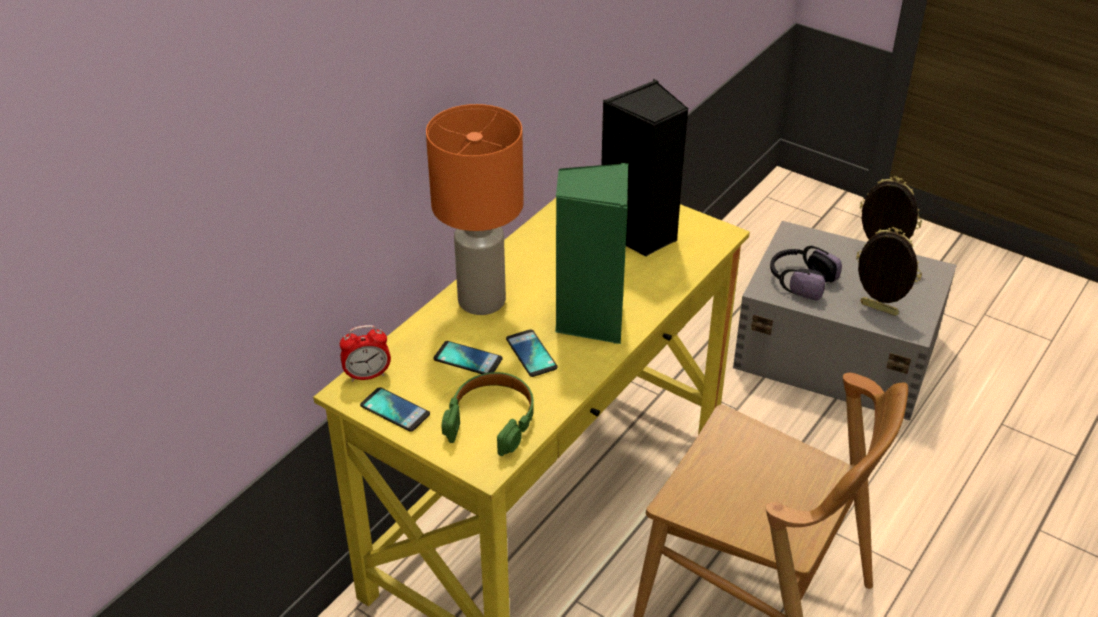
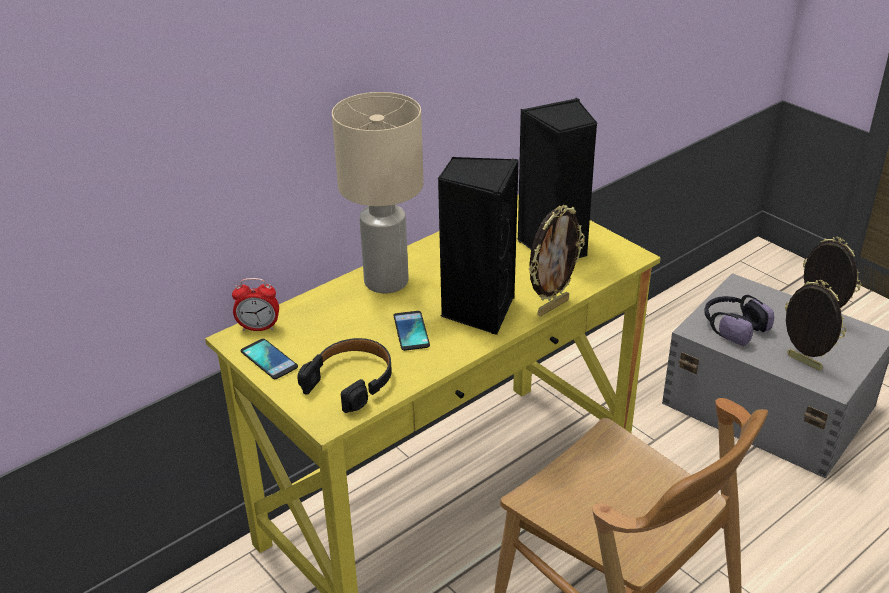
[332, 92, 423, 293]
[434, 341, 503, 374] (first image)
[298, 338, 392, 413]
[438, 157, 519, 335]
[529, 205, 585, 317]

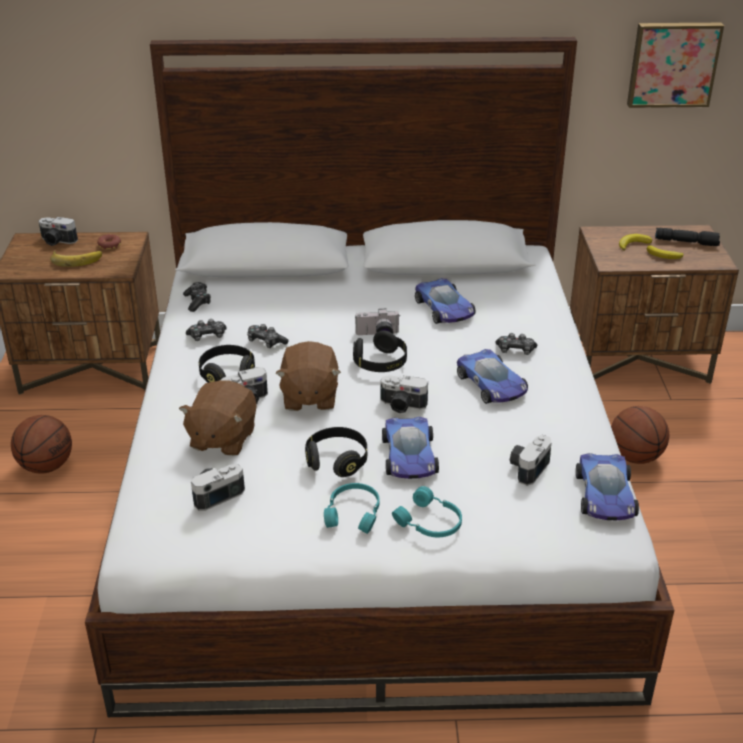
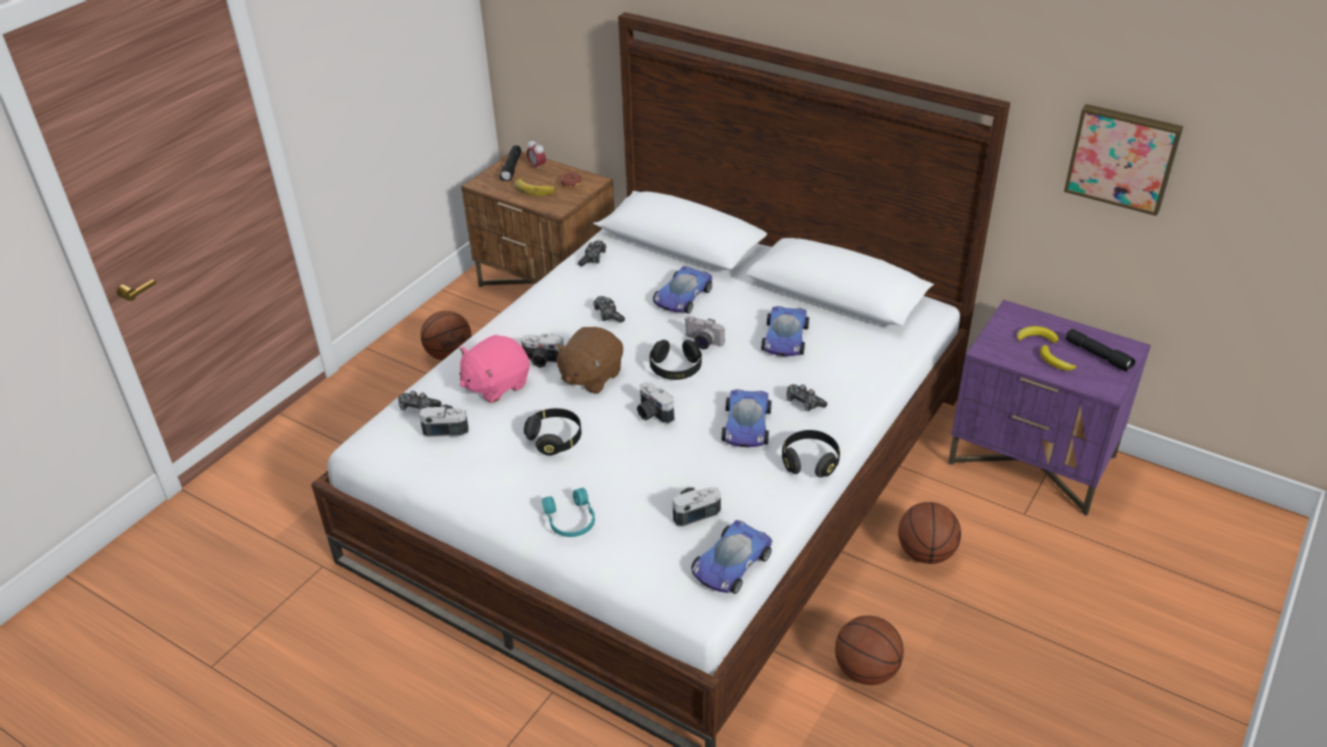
[527, 139, 546, 171]
[459, 335, 530, 403]
[398, 391, 442, 411]
[782, 430, 840, 478]
[324, 483, 380, 534] (first image)
[653, 266, 712, 314]
[948, 300, 1151, 516]
[500, 146, 521, 181]
[835, 615, 904, 685]

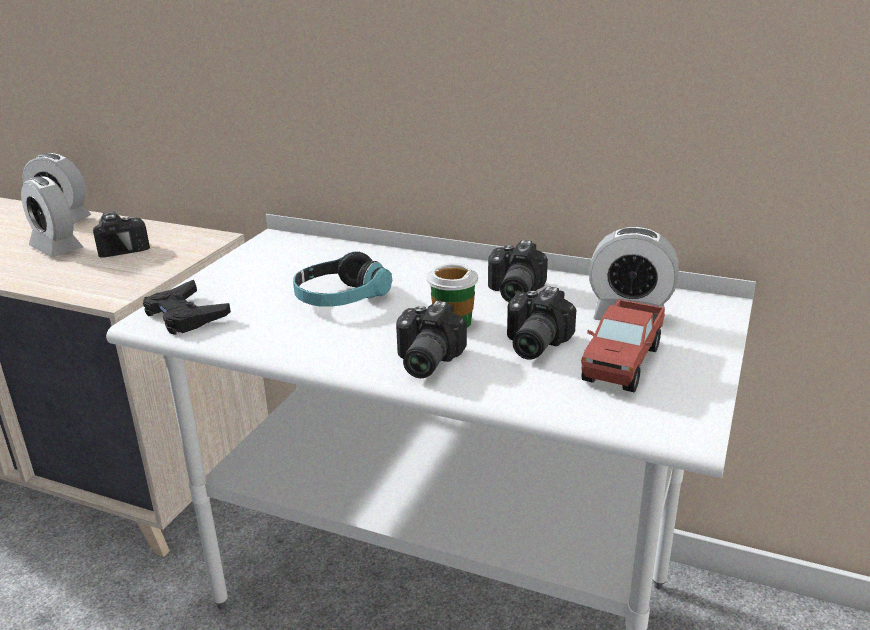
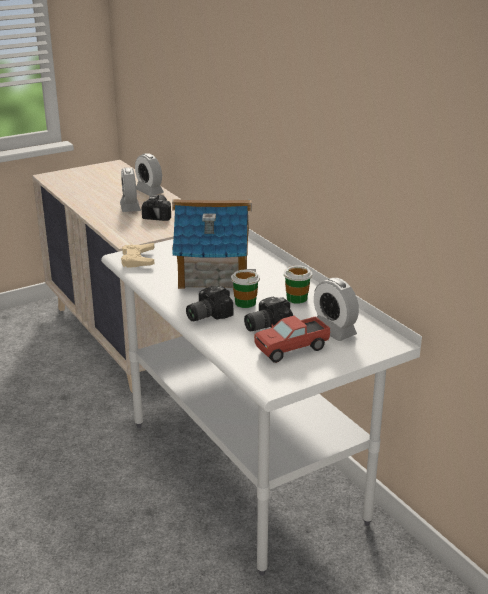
[121, 243, 155, 268]
[172, 199, 256, 289]
[284, 265, 312, 304]

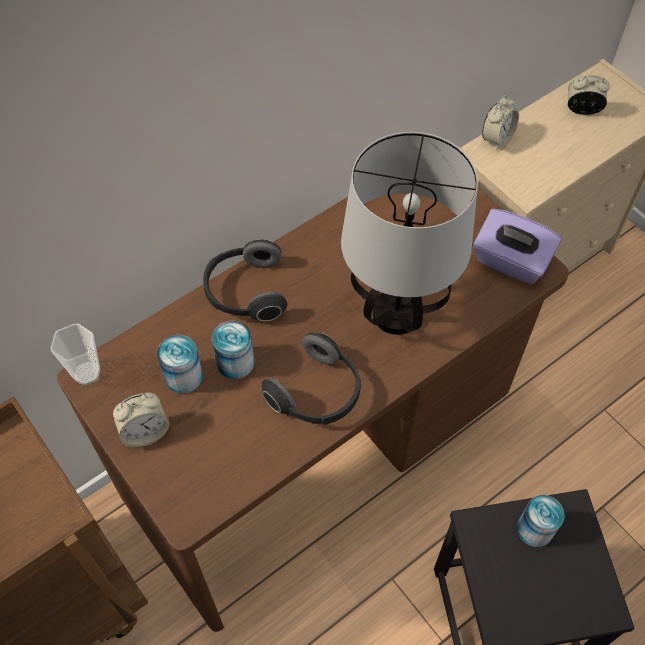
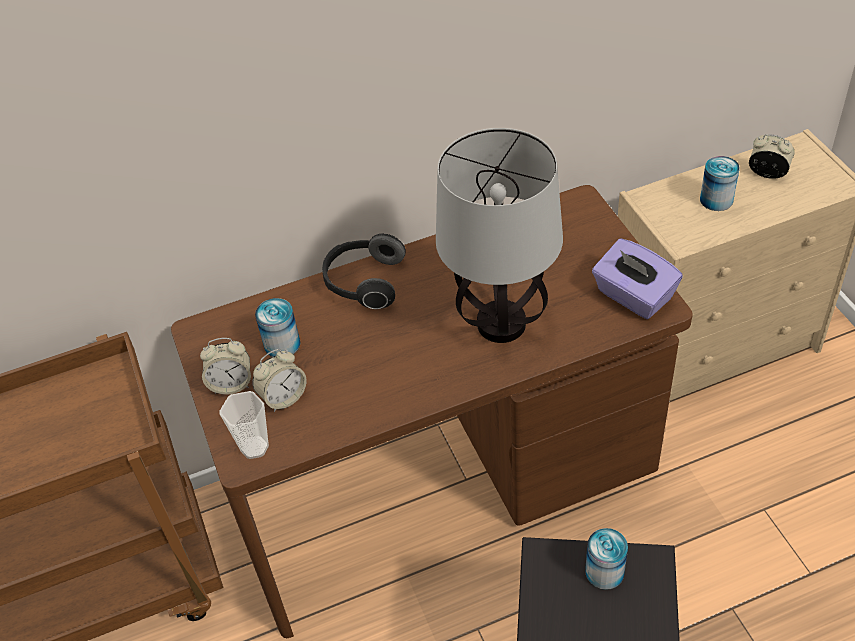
[219, 391, 269, 459]
[700, 156, 740, 211]
[262, 333, 361, 425] (first image)
[252, 349, 306, 412]

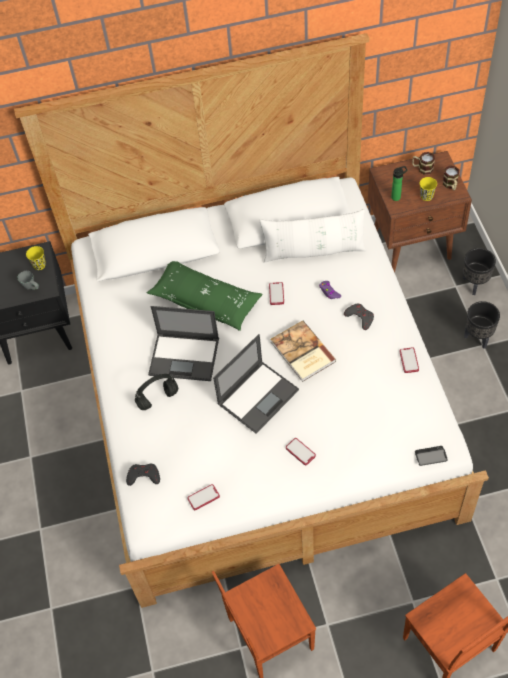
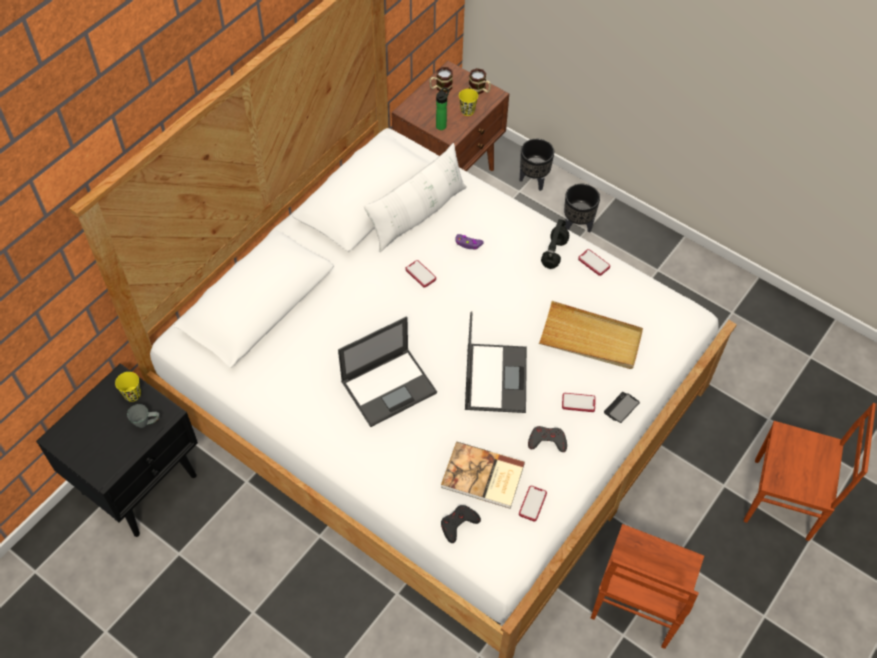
[541, 219, 569, 269]
[147, 261, 263, 331] (first image)
[441, 441, 525, 509]
[528, 426, 567, 452]
[604, 392, 640, 423]
[539, 301, 643, 369]

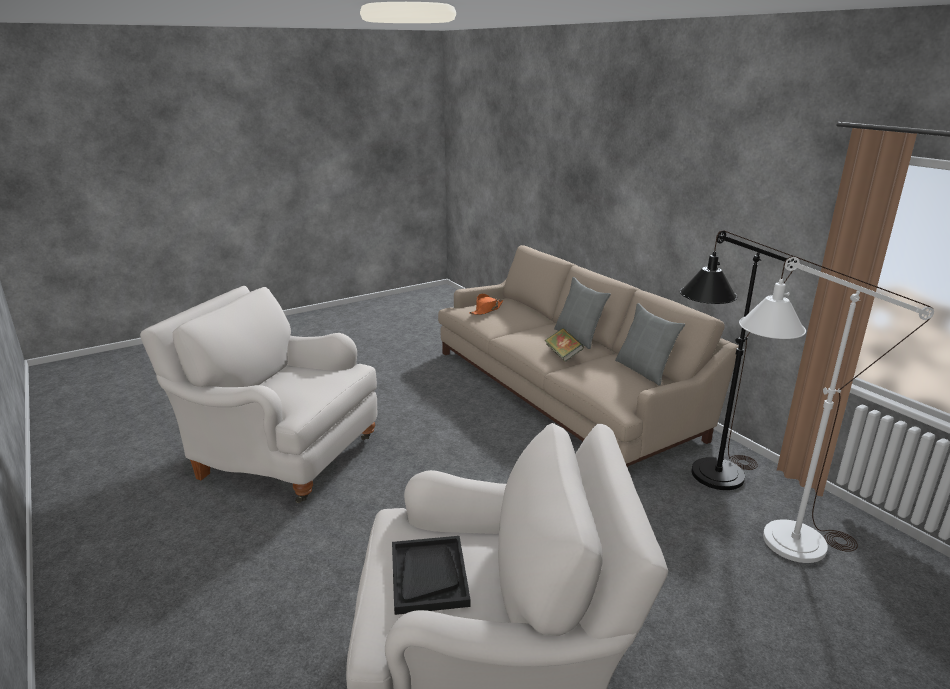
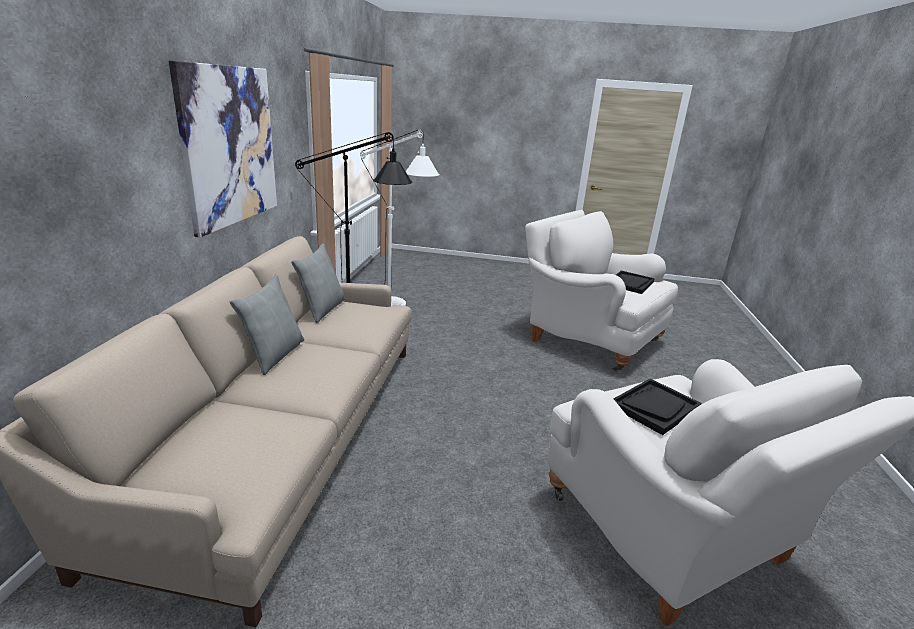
[469, 294, 504, 315] (first image)
[545, 328, 584, 362] (first image)
[169, 60, 277, 237]
[614, 379, 702, 435]

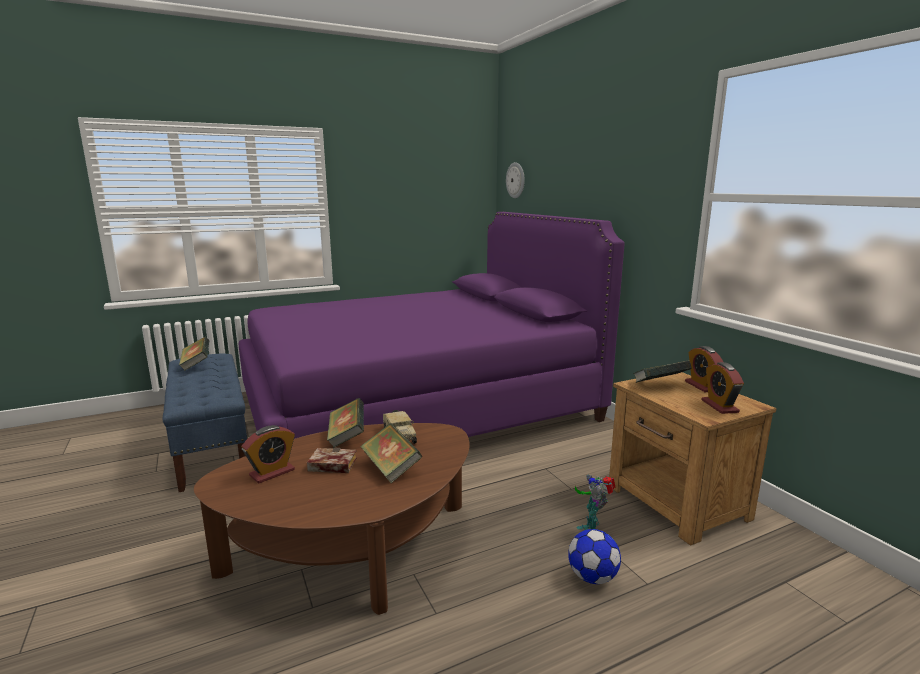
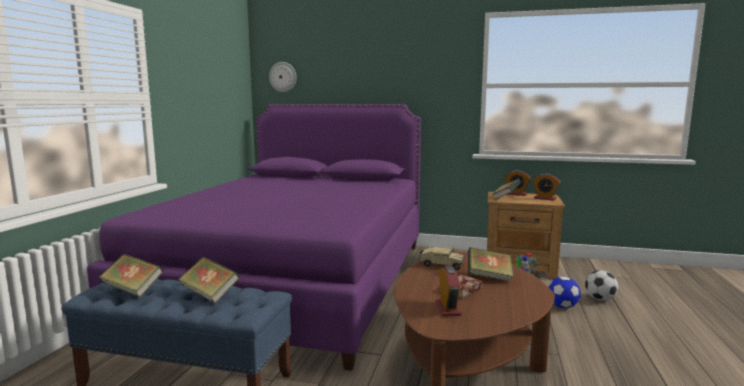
[178, 257, 240, 304]
[585, 270, 618, 301]

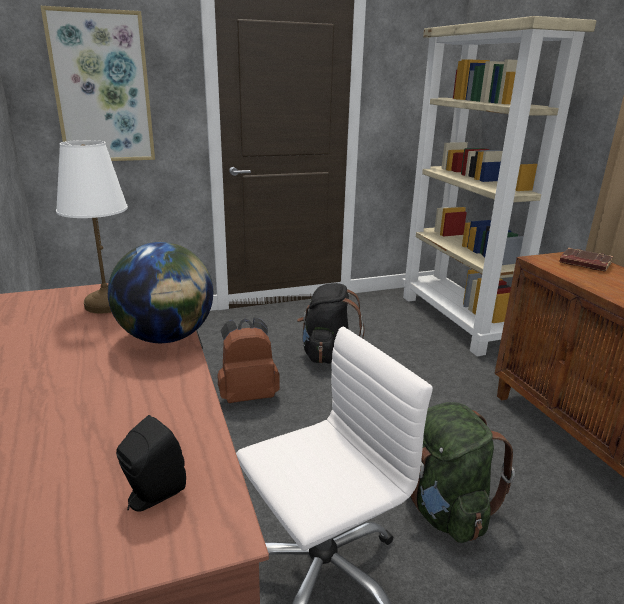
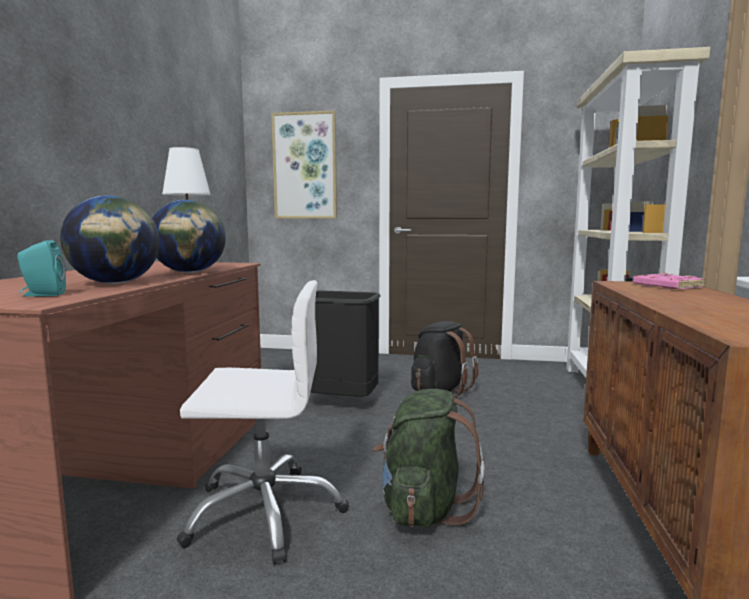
[17, 240, 66, 297]
[311, 291, 381, 397]
[633, 273, 706, 289]
[60, 195, 160, 284]

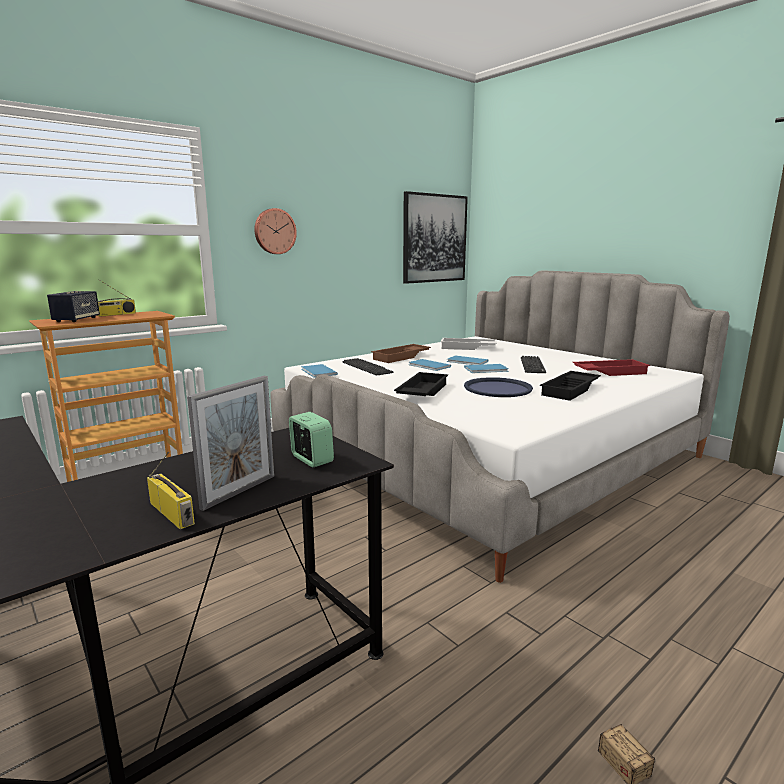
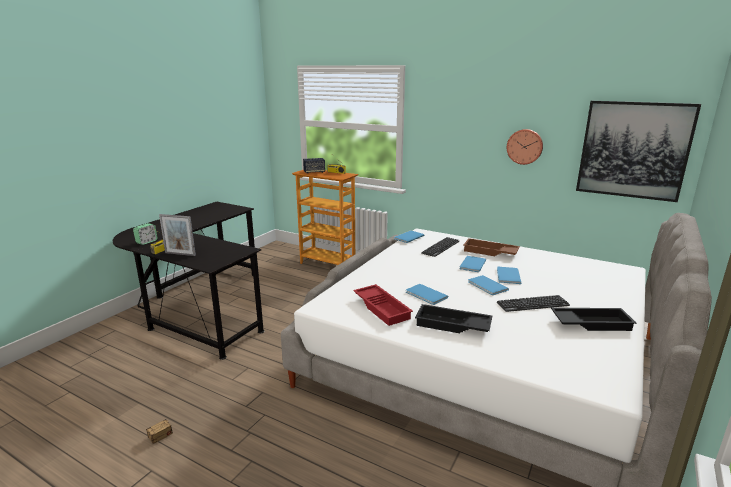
[507, 129, 543, 165]
[133, 223, 158, 245]
[551, 308, 636, 331]
[441, 338, 497, 350] (first image)
[406, 284, 448, 305]
[353, 284, 413, 326]

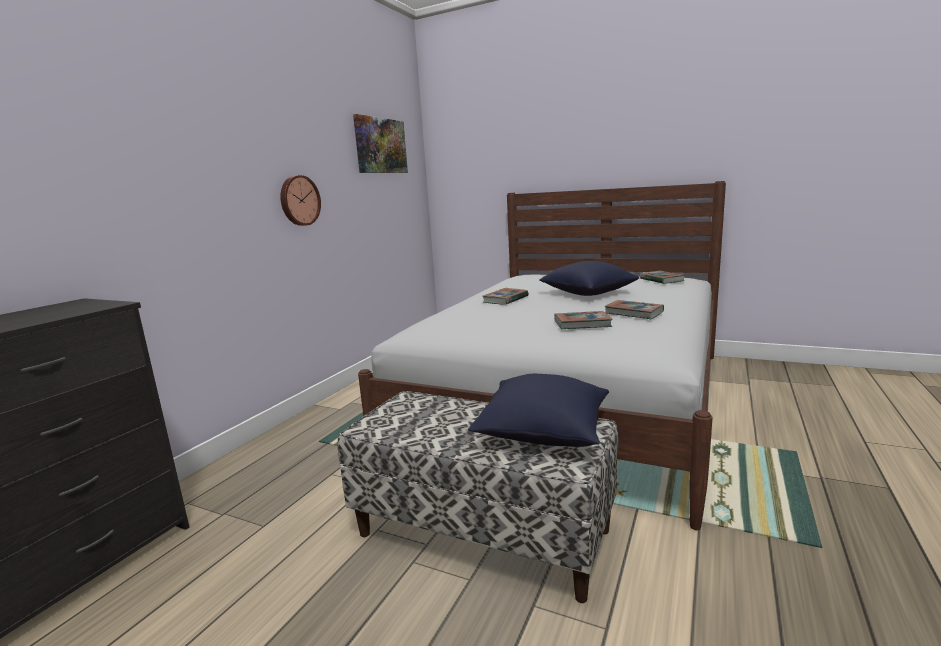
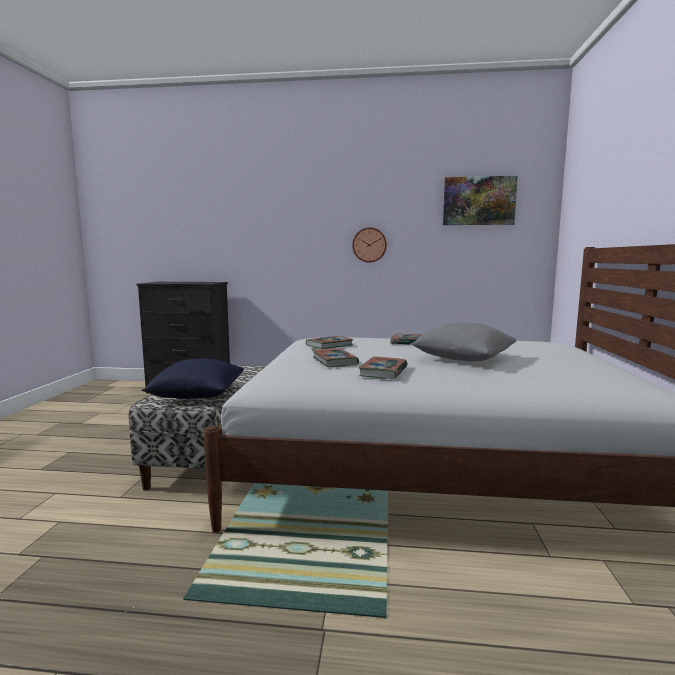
[411, 322, 516, 361]
[306, 336, 353, 349]

